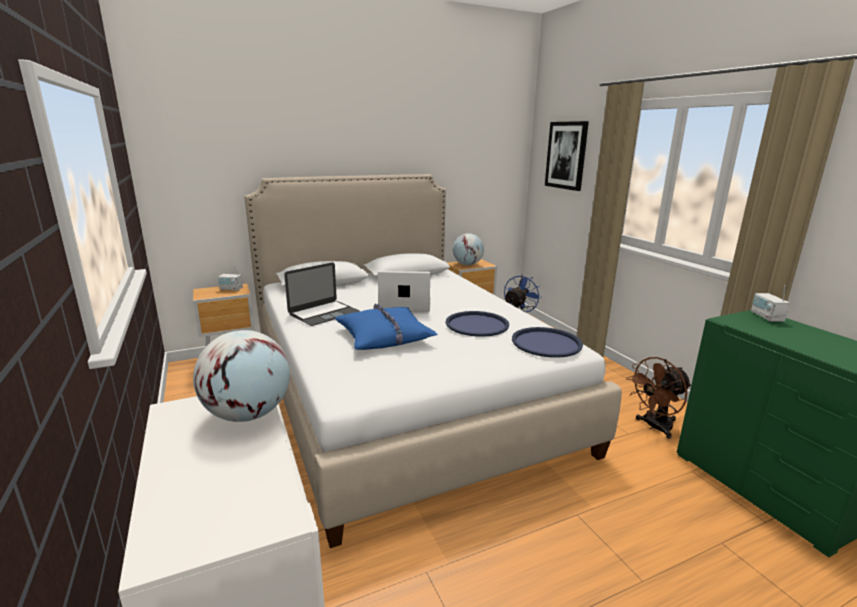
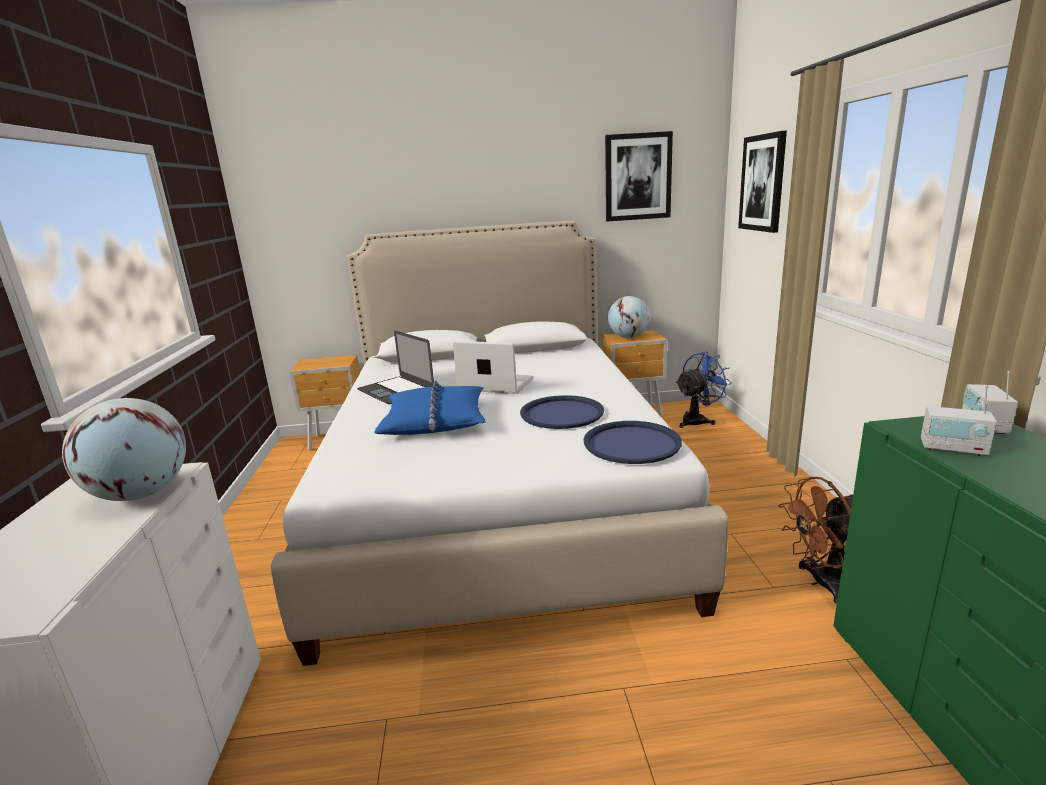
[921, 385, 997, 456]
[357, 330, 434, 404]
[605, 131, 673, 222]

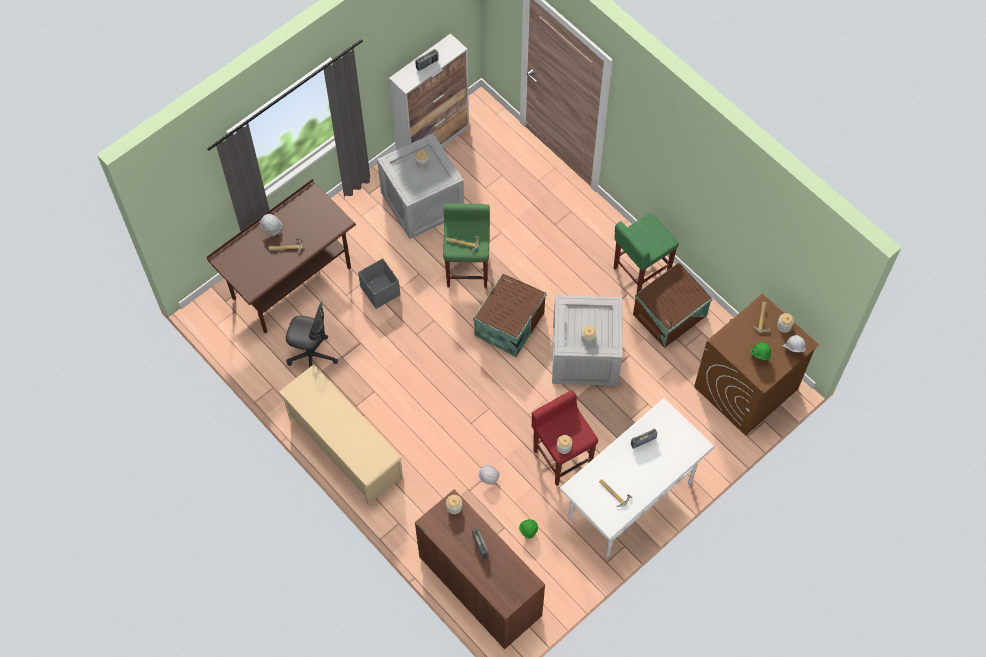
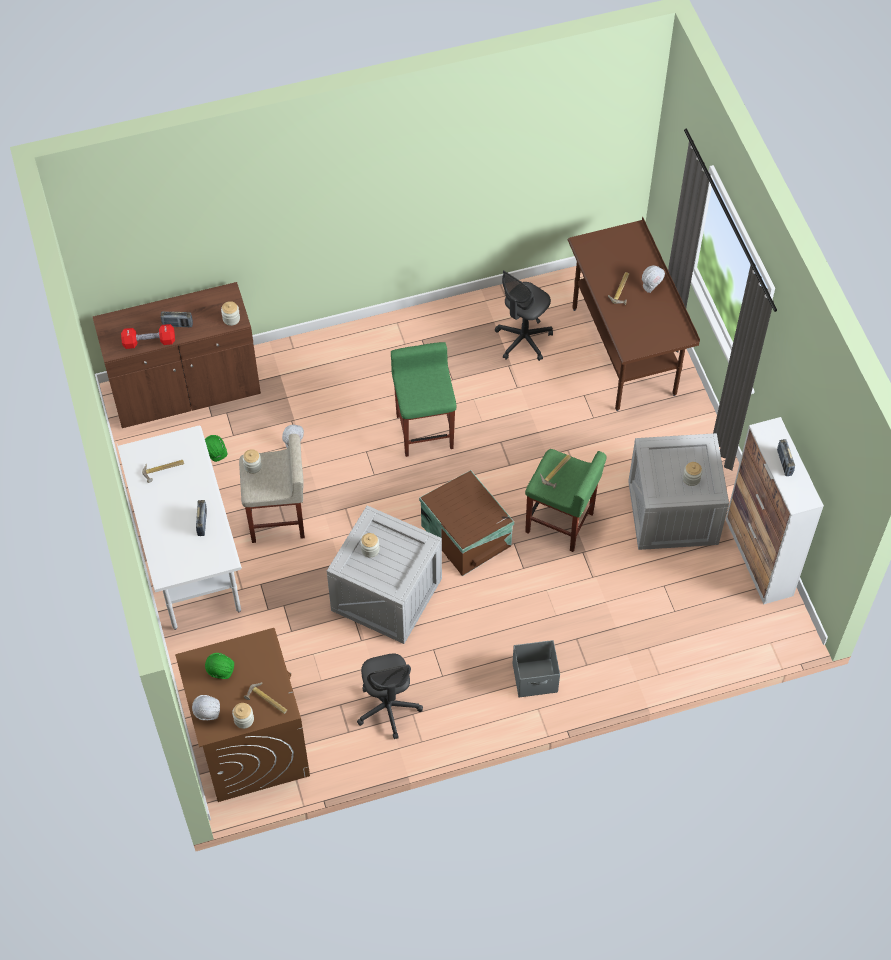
[279, 364, 403, 505] (first image)
[513, 640, 560, 697]
[239, 434, 305, 543]
[391, 342, 456, 457]
[357, 653, 423, 739]
[121, 324, 175, 349]

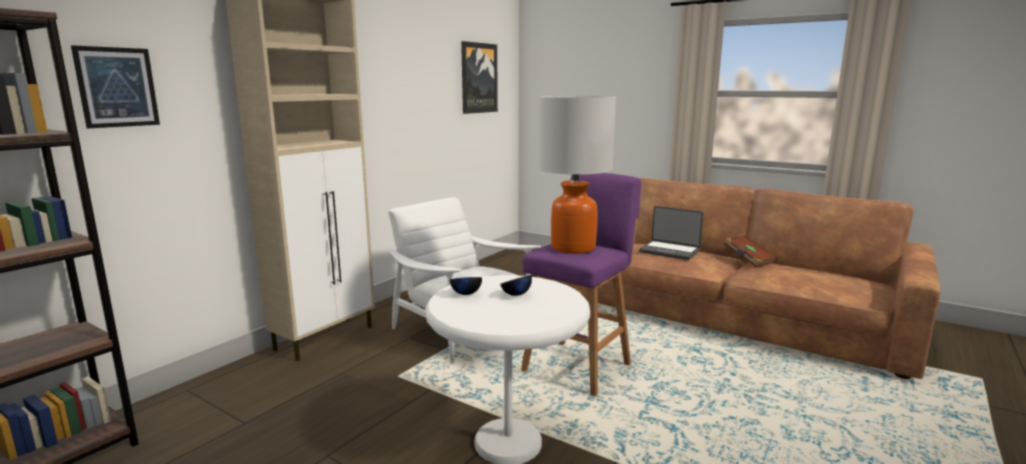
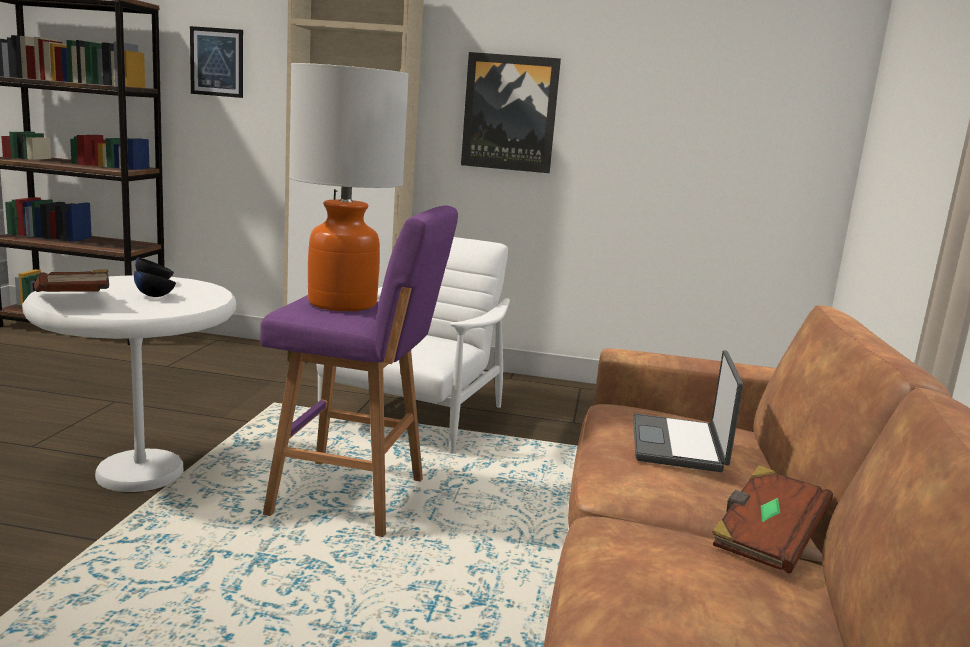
[461, 52, 561, 173]
[34, 269, 109, 292]

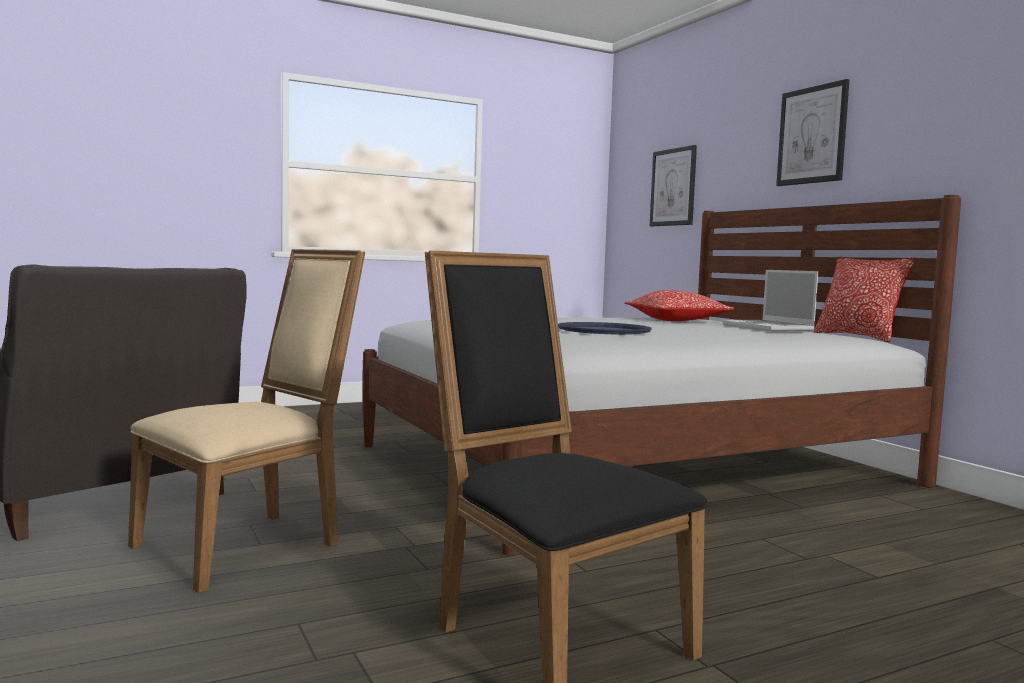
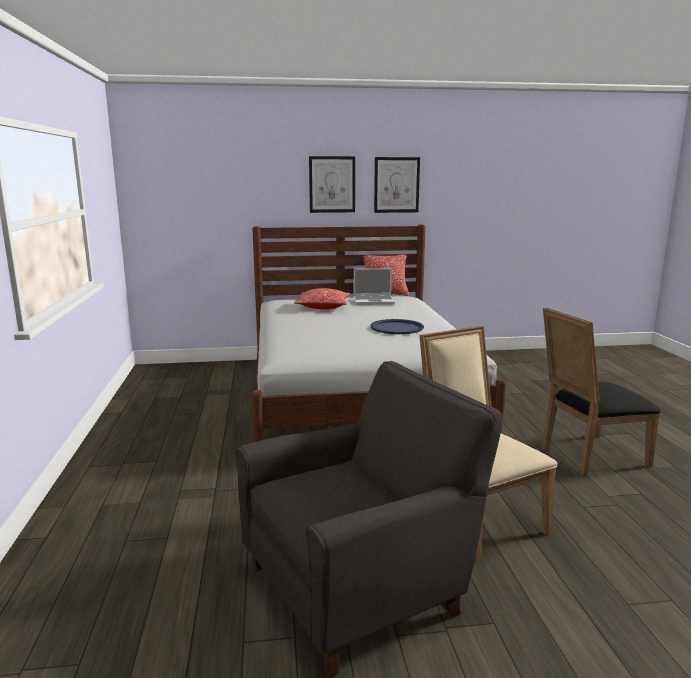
[374, 157, 420, 213]

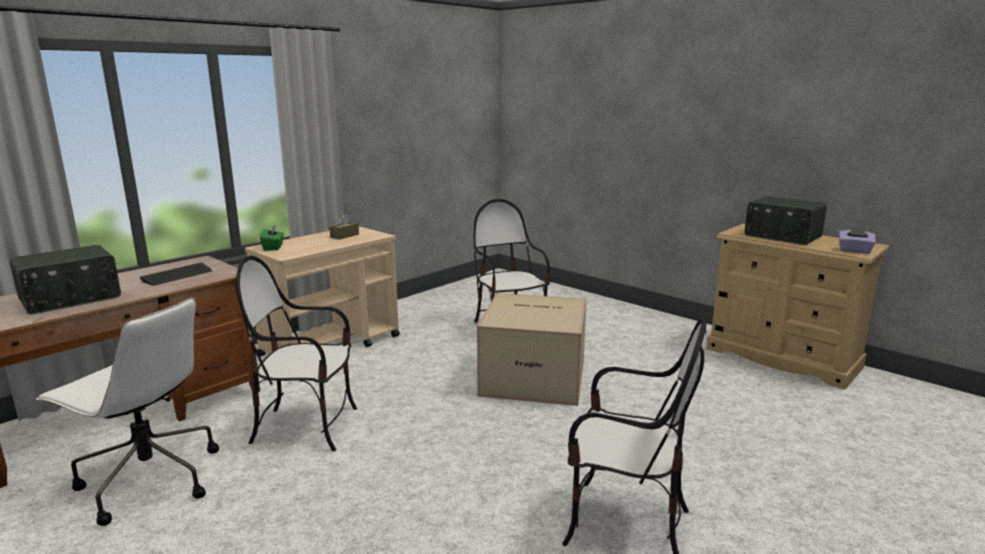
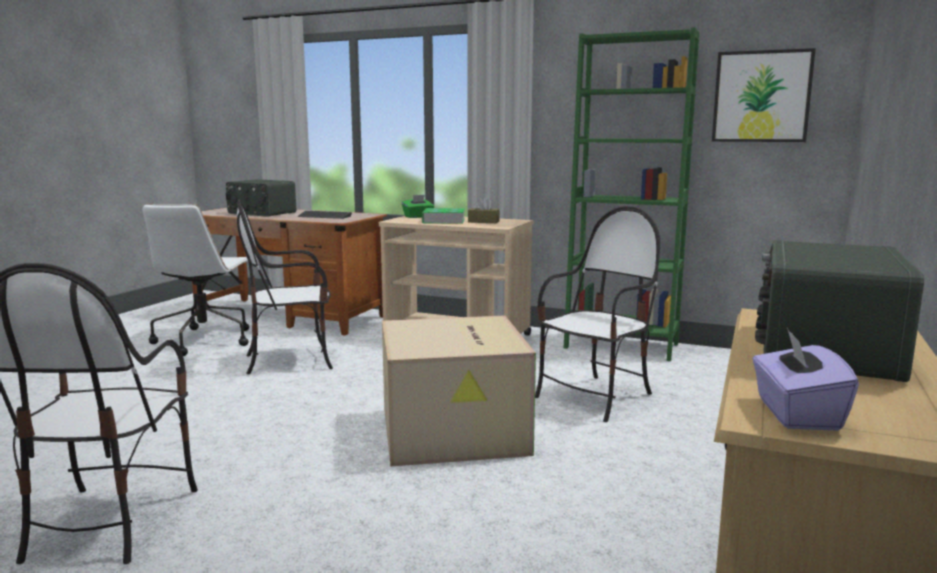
[237, 199, 333, 374]
[422, 208, 465, 224]
[564, 27, 699, 361]
[712, 48, 816, 142]

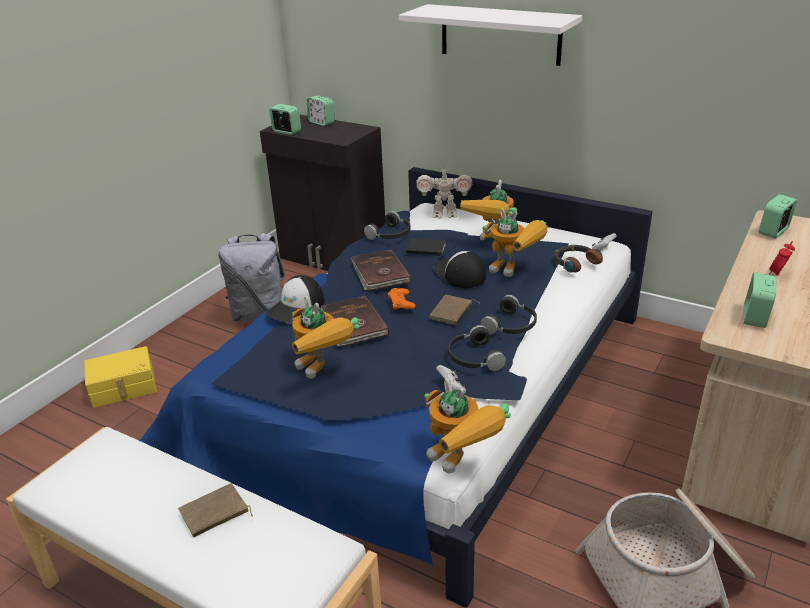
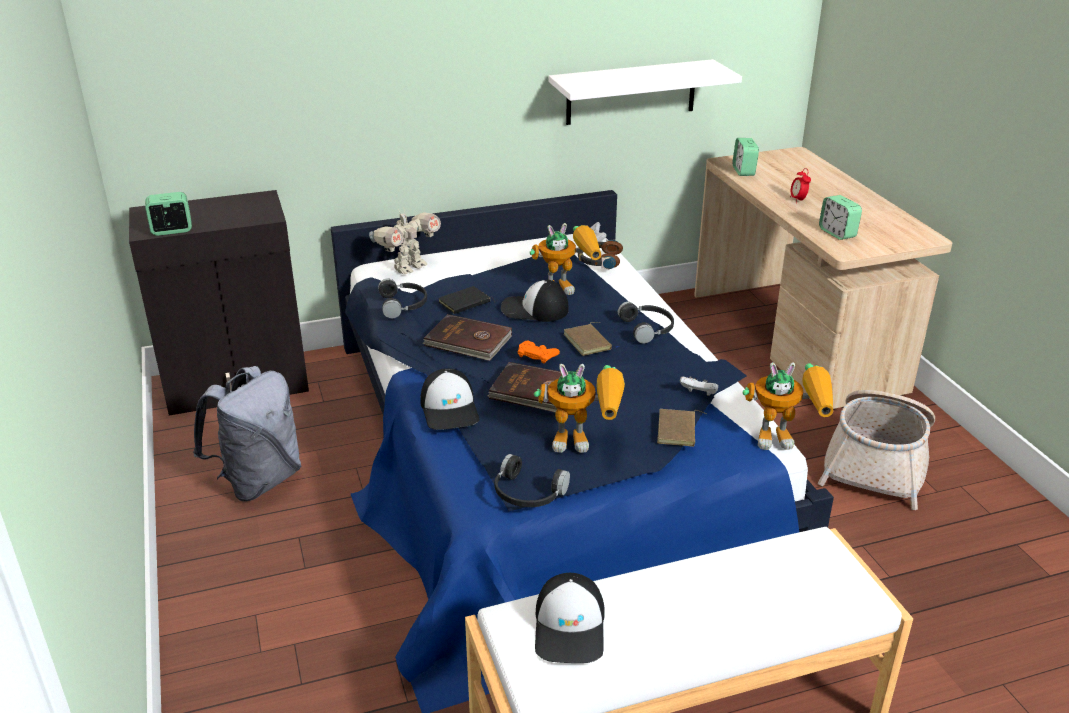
[84, 346, 157, 408] (first image)
[657, 409, 706, 447]
[307, 95, 335, 126] (first image)
[548, 59, 742, 125]
[494, 454, 570, 507]
[460, 180, 517, 240] (first image)
[535, 573, 605, 663]

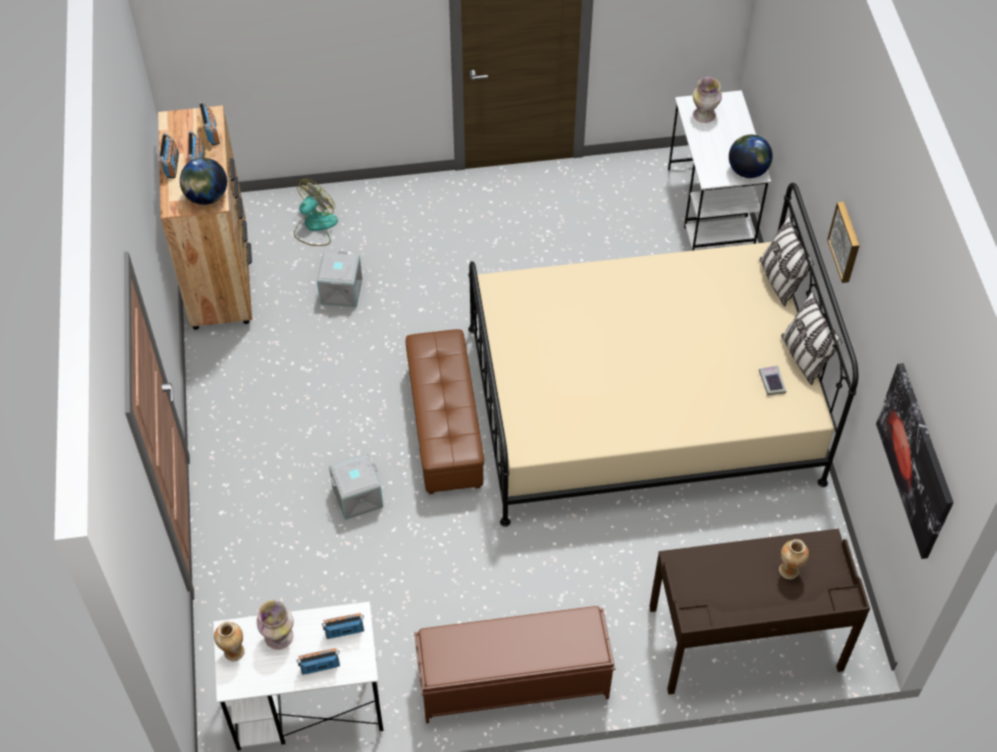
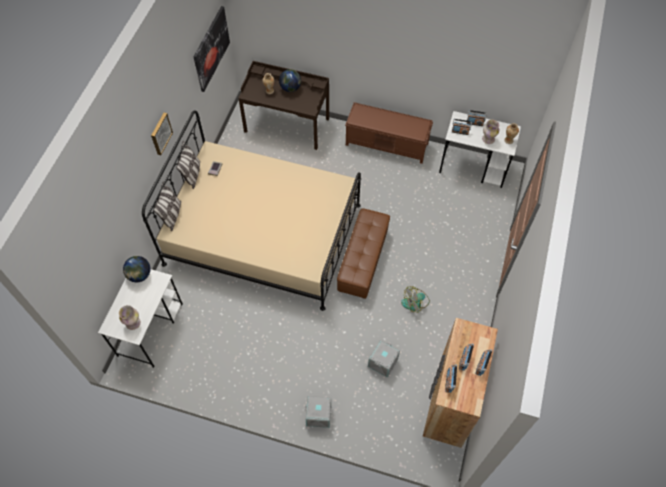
[279, 69, 301, 92]
[401, 286, 430, 313]
[305, 396, 332, 428]

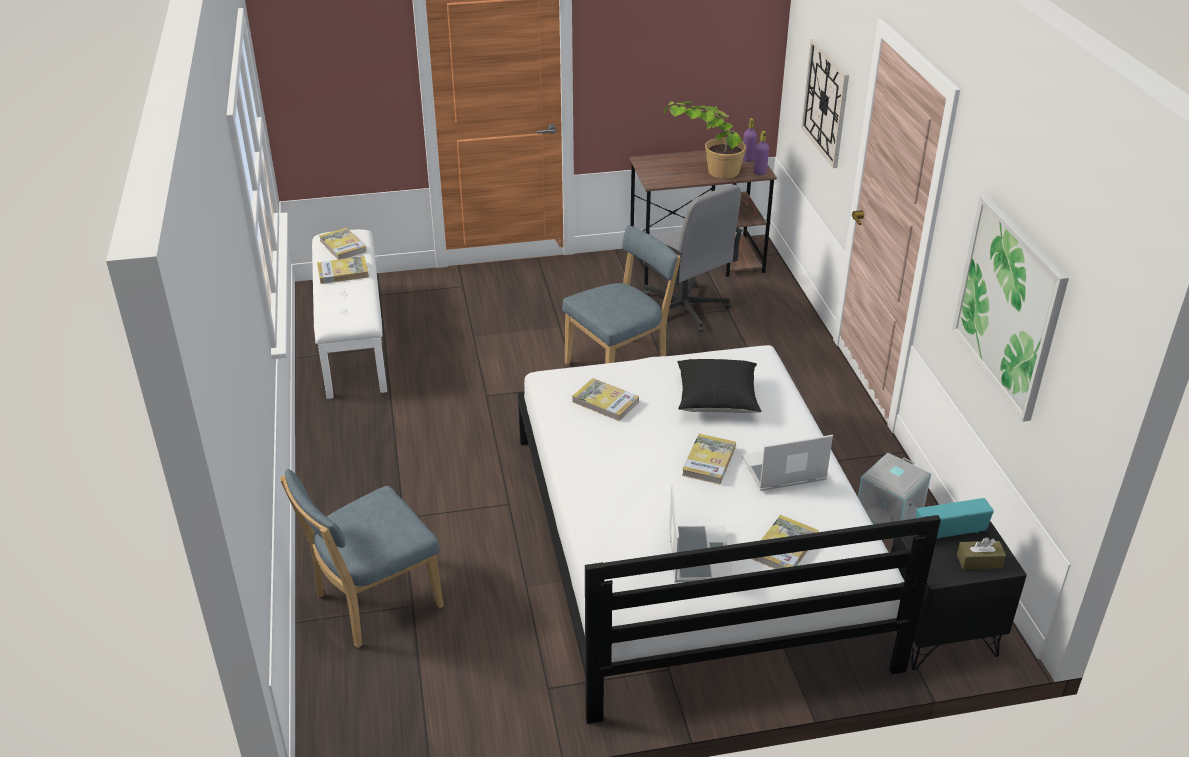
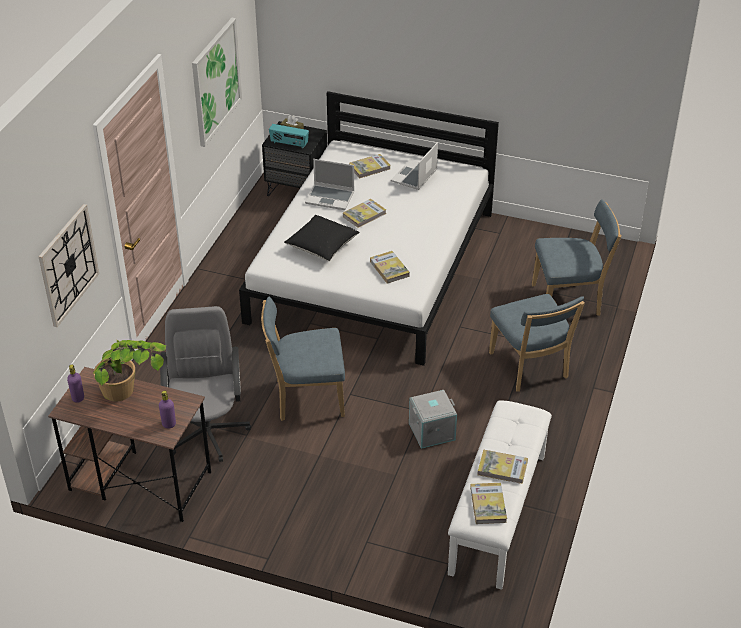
[159, 391, 176, 429]
[409, 390, 457, 449]
[489, 294, 585, 392]

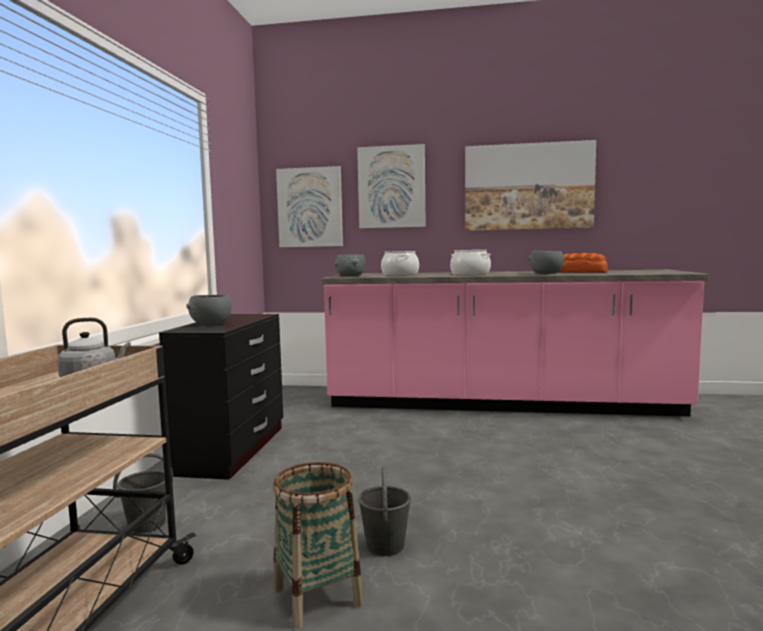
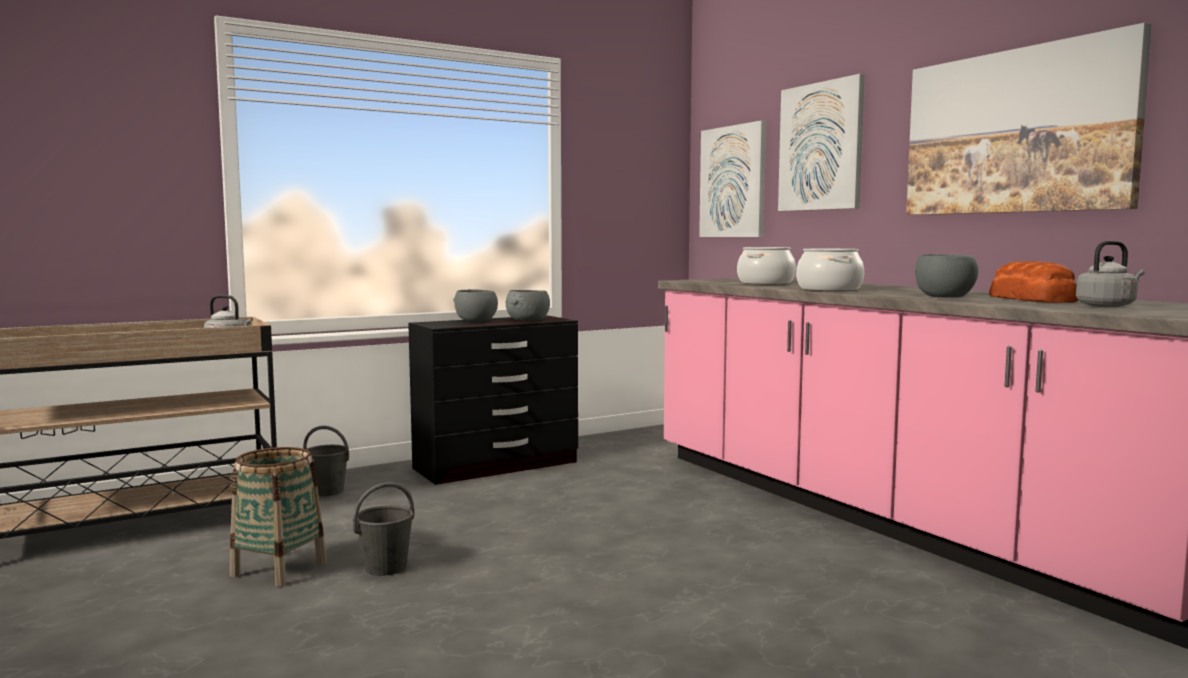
[505, 290, 550, 321]
[1076, 241, 1145, 307]

